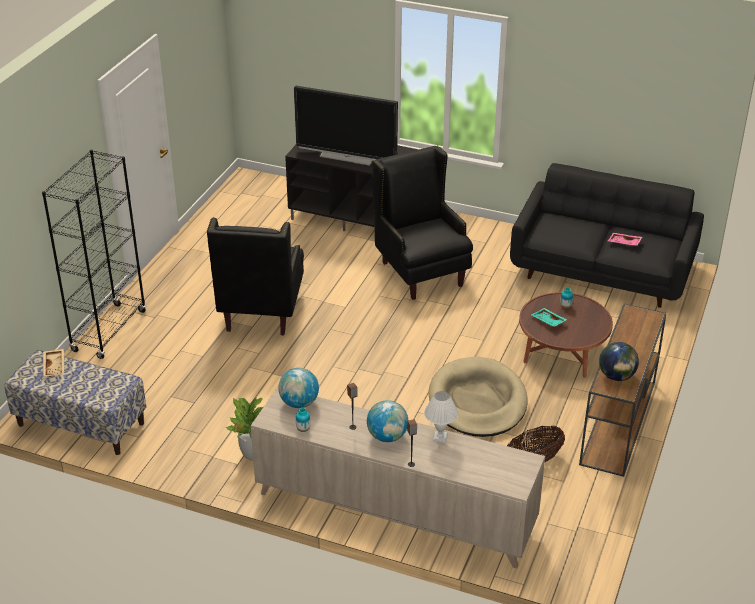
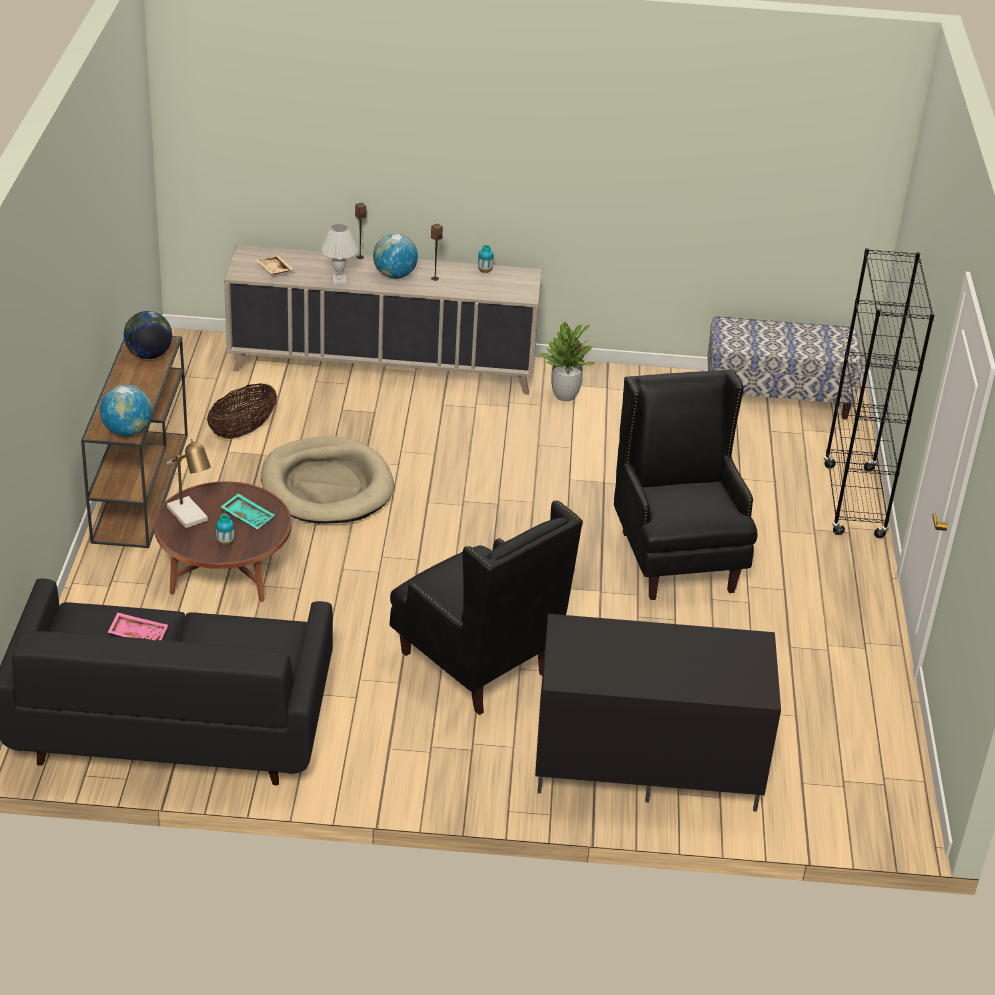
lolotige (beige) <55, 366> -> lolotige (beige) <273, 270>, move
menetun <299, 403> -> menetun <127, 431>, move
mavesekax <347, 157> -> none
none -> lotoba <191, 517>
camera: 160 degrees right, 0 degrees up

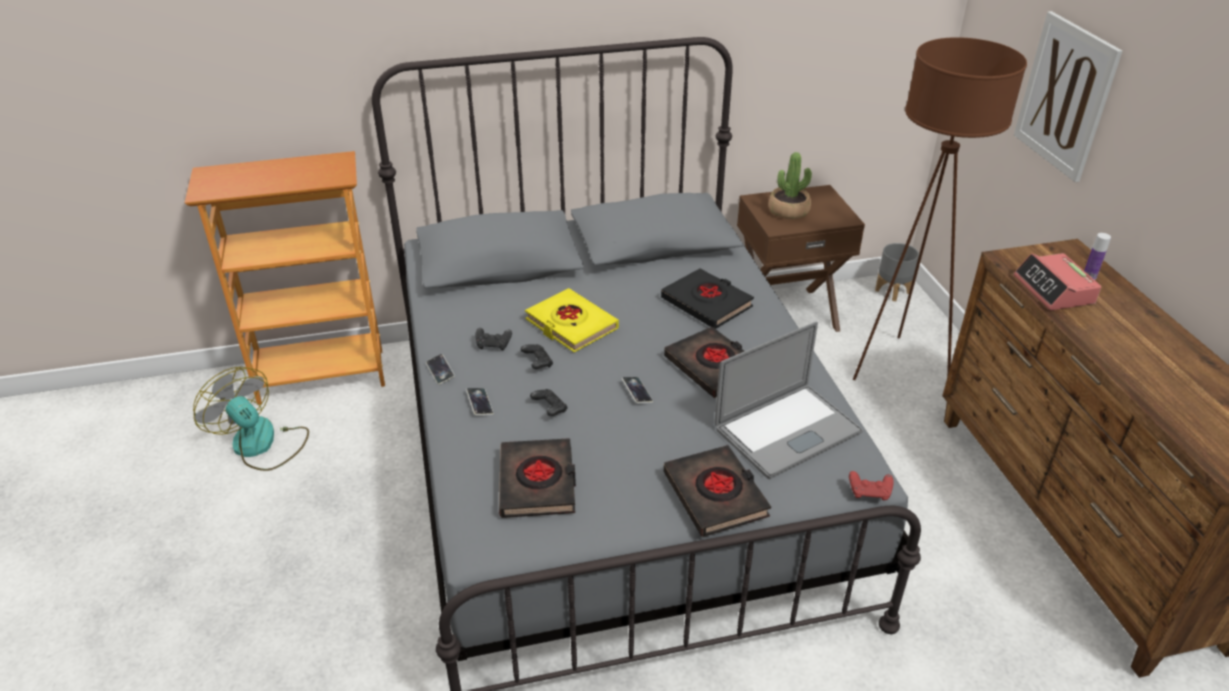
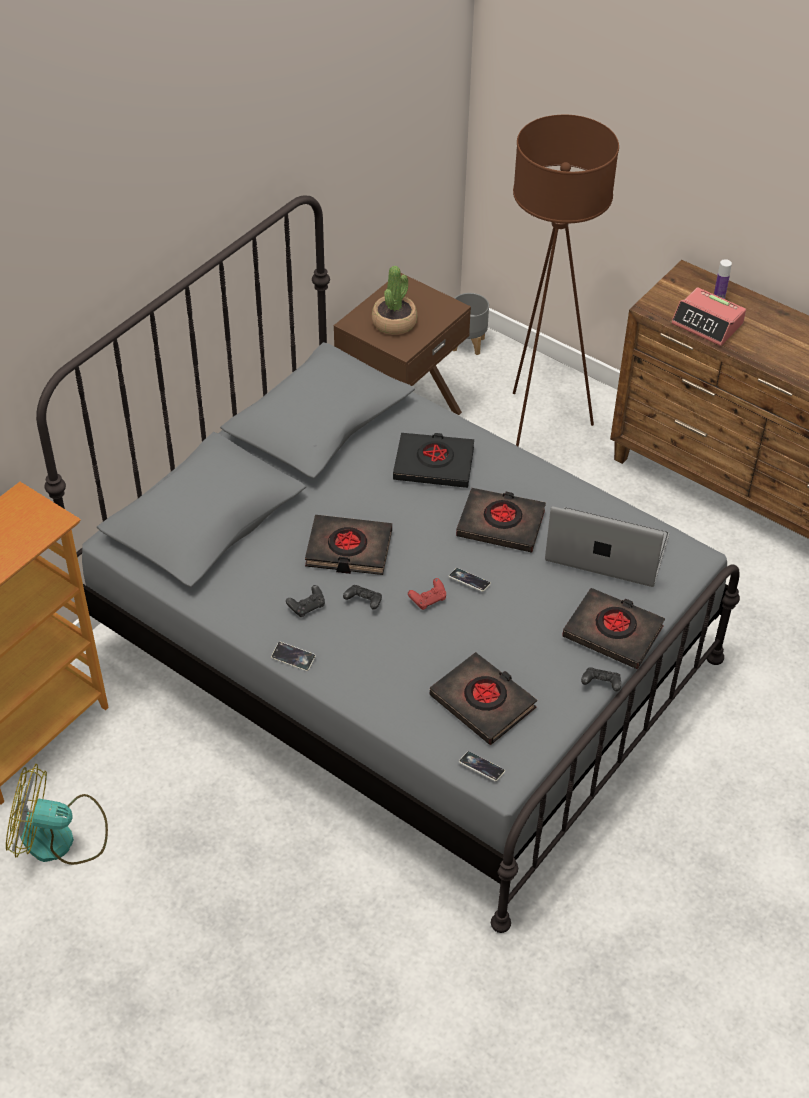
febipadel <480, 403> -> febipadel <481, 768>, move
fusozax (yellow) <571, 325> -> fusozax (black) <348, 550>
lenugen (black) <550, 409> -> lenugen (black) <601, 684>, move
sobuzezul <787, 430> -> sobuzezul <607, 549>, 90 degrees counterclockwise
lenugen (red) <869, 492> -> lenugen (red) <428, 600>, move
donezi <1065, 96> -> none
camera: 40 degrees left, 10 degrees up

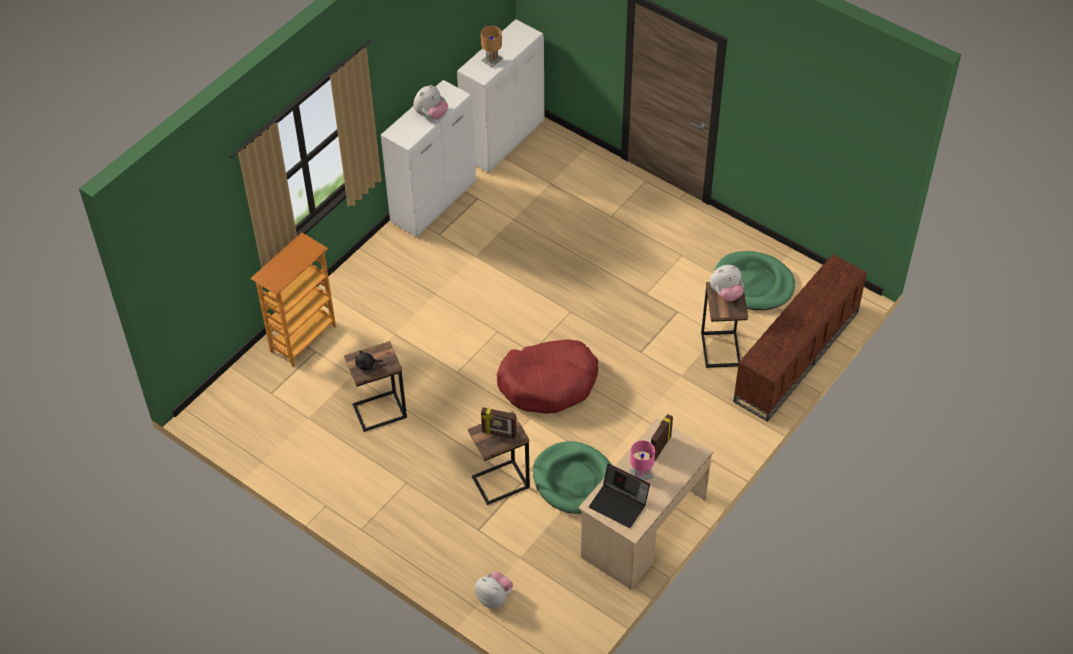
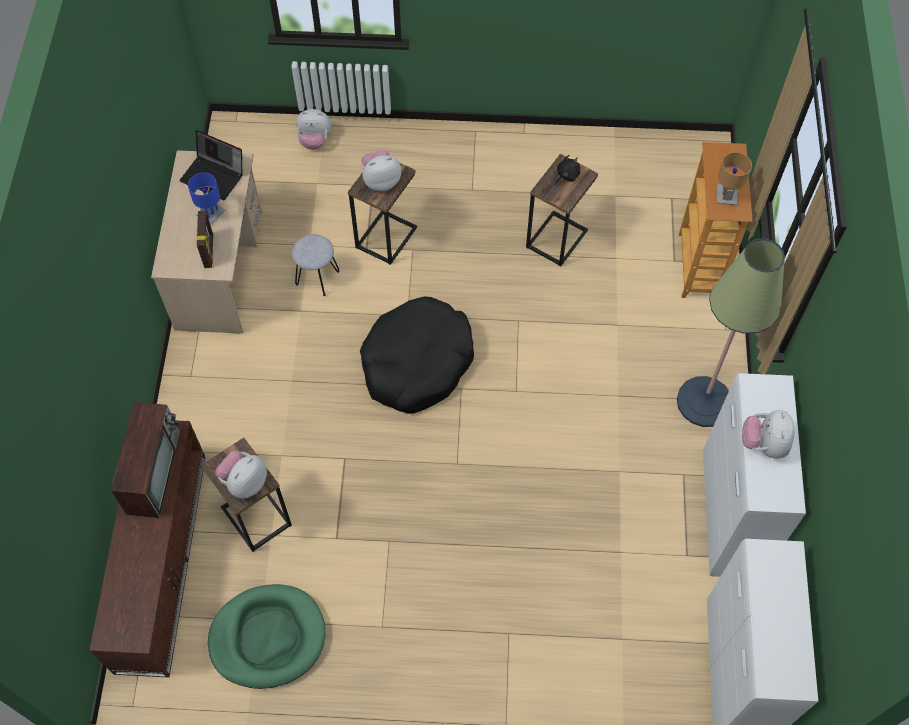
lotoba (brown) <492, 60> -> lotoba (brown) <726, 196>, move
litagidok <499, 433> -> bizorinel <381, 181>
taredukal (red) <548, 383> -> taredukal (black) <417, 363>
taredukal (green) <574, 480> -> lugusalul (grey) <318, 278>
sobuzezul <619, 504> -> sobuzezul <214, 176>, 150 degrees counterclockwise
lotoba (pink) <641, 474> -> lotoba (blue) <211, 214>
none -> mavesekax <153, 470>
none -> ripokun <704, 402>
camera: 145 degrees right, 10 degrees up

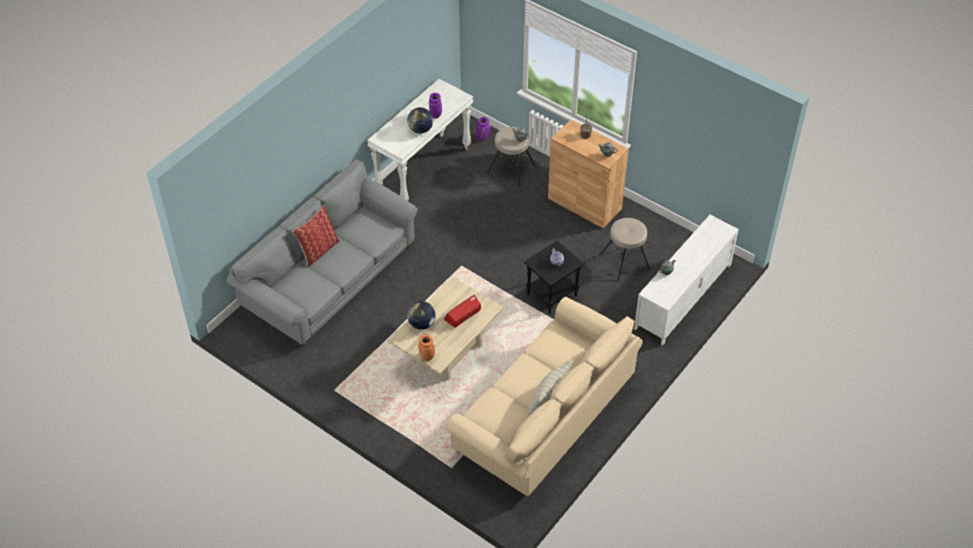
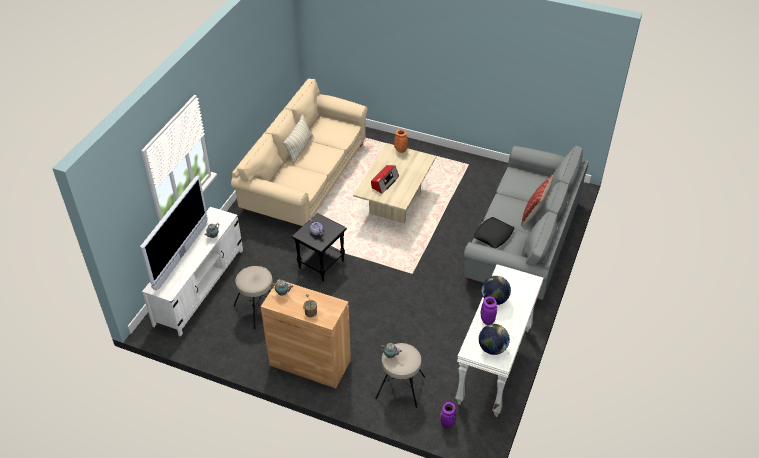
menetun <421, 324> -> menetun <492, 348>, move
none -> mavesekax <181, 256>
none -> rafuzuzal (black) <493, 235>
camera: 165 degrees right, 5 degrees down

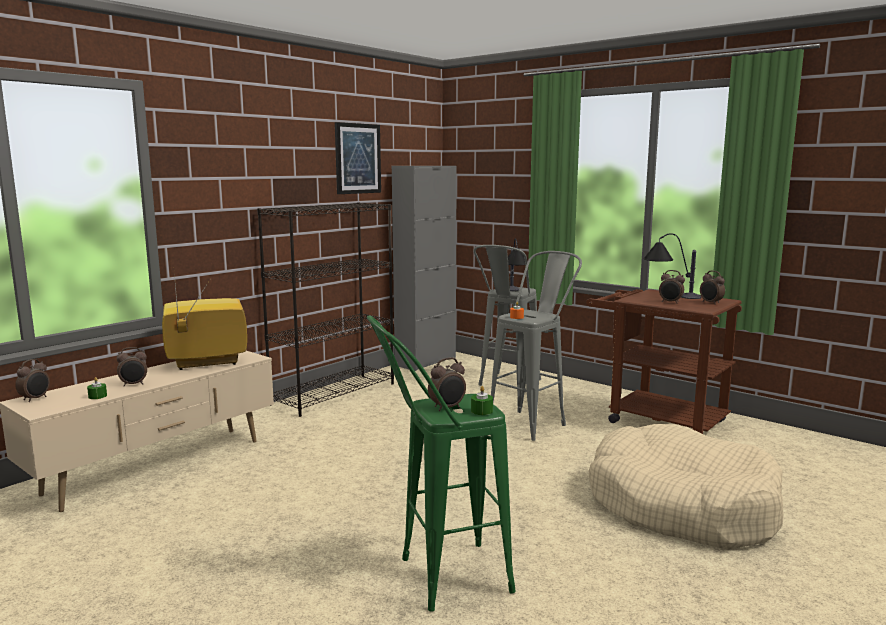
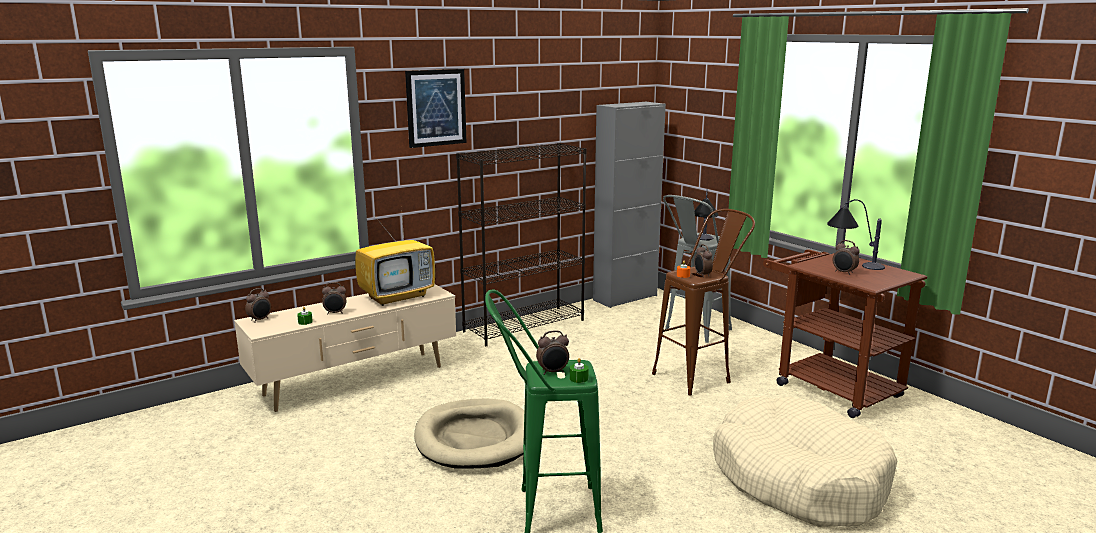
mavesekax <205, 363> -> mavesekax <398, 296>, 150 degrees clockwise
donezi <357, 158> -> donezi <436, 107>, move
lugusalul (grey) <533, 422> -> lugusalul (brown) <699, 376>
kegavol <710, 303> -> kegavol <702, 275>, move
none -> taredukal (beige) <475, 438>
camera: 15 degrees right, 5 degrees up

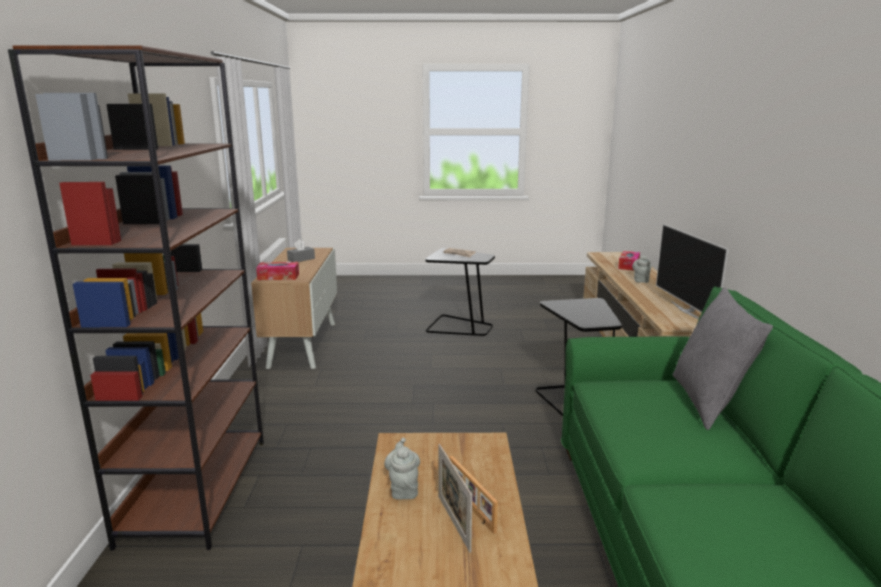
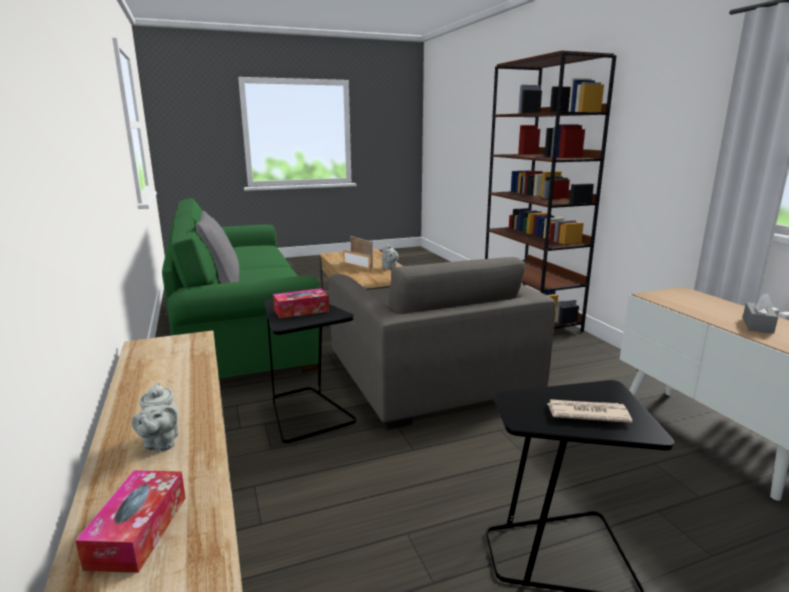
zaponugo <278, 277> -> zaponugo <301, 310>, move
mavesekax <687, 311> -> none
none -> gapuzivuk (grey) <428, 372>
camera: 160 degrees right, 0 degrees up

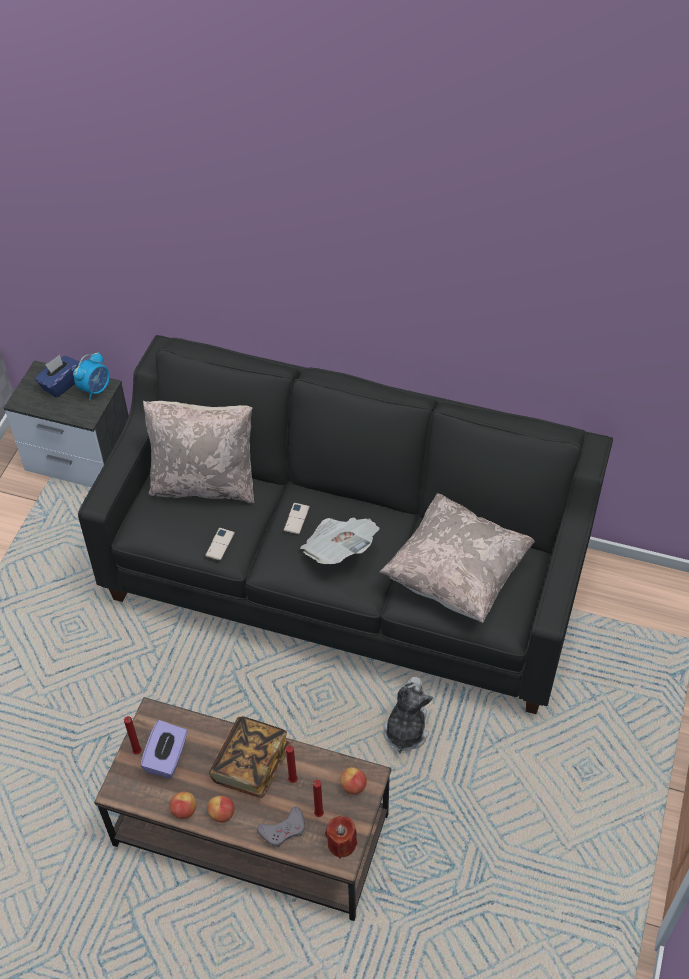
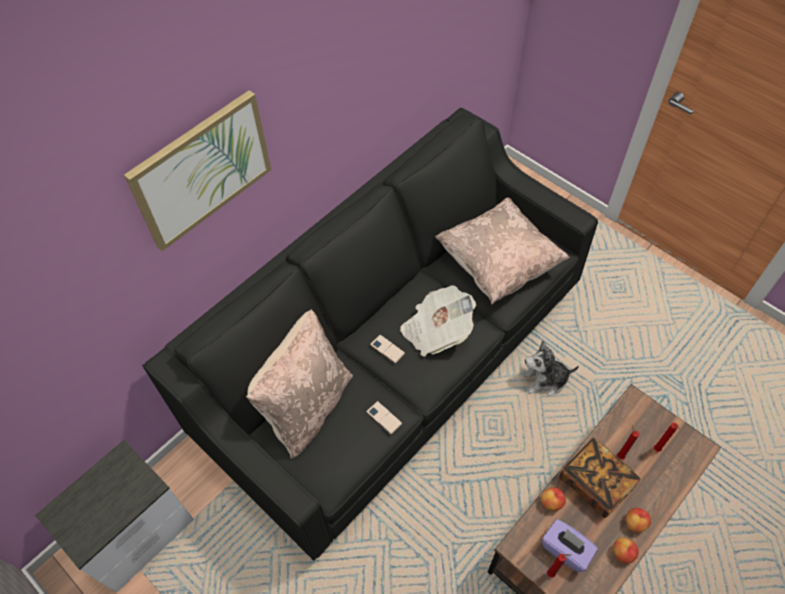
zaponugo (blue) <61, 384> -> none
kegavol <95, 389> -> none
lenugen (grey) <283, 829> -> none
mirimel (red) <341, 843> -> none
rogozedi <353, 786> -> rogozedi <551, 502>, move
bizorinel <405, 729> -> bizorinel <545, 380>, 45 degrees counterclockwise
none -> donezi <202, 170>
camera: 65 degrees left, 5 degrees up

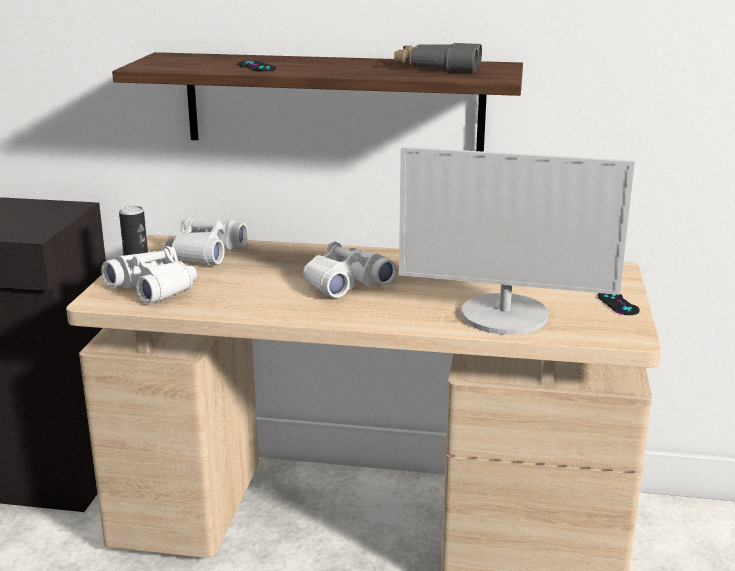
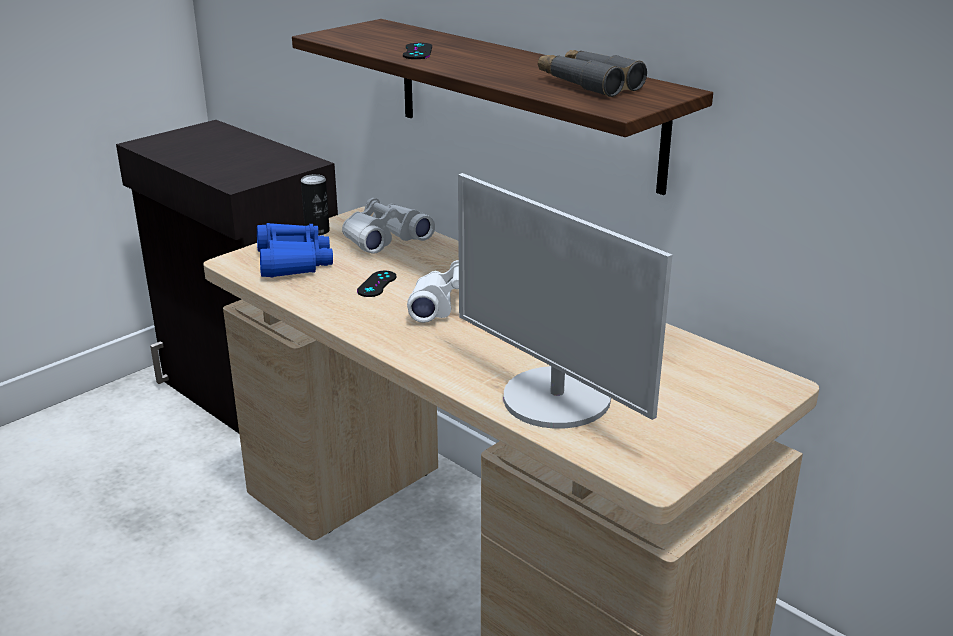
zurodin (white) <154, 287> -> zurodin (blue) <293, 262>
lenugen (black) <618, 303> -> lenugen (black) <377, 284>, move
camera: 35 degrees right, 5 degrees up

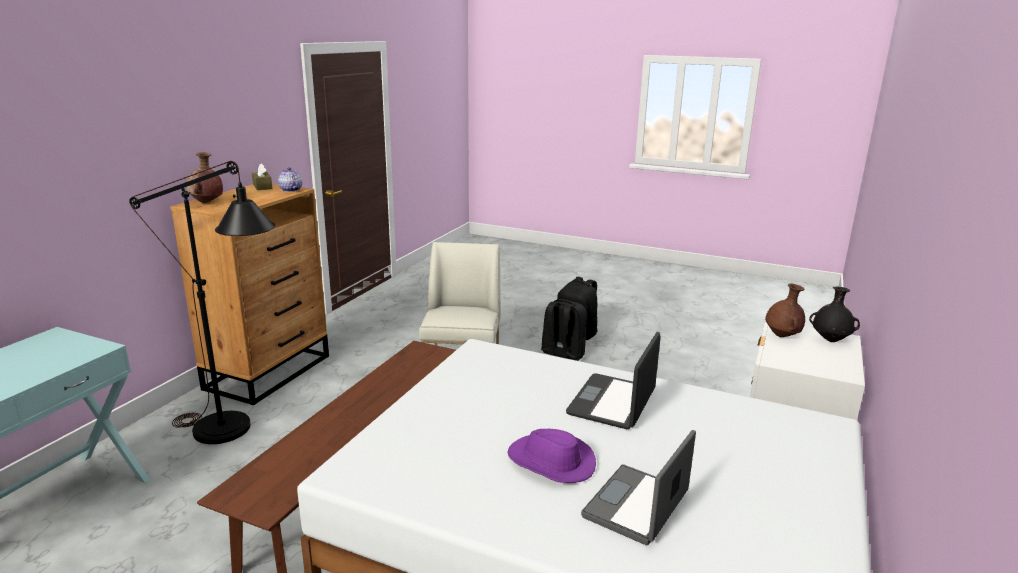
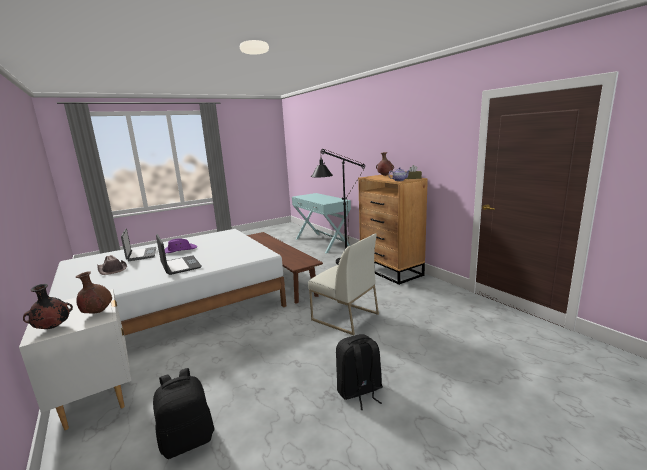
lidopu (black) <562, 355> -> lidopu (black) <188, 440>, move
none -> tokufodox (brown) <112, 269>
camera: 125 degrees right, 5 degrees down

